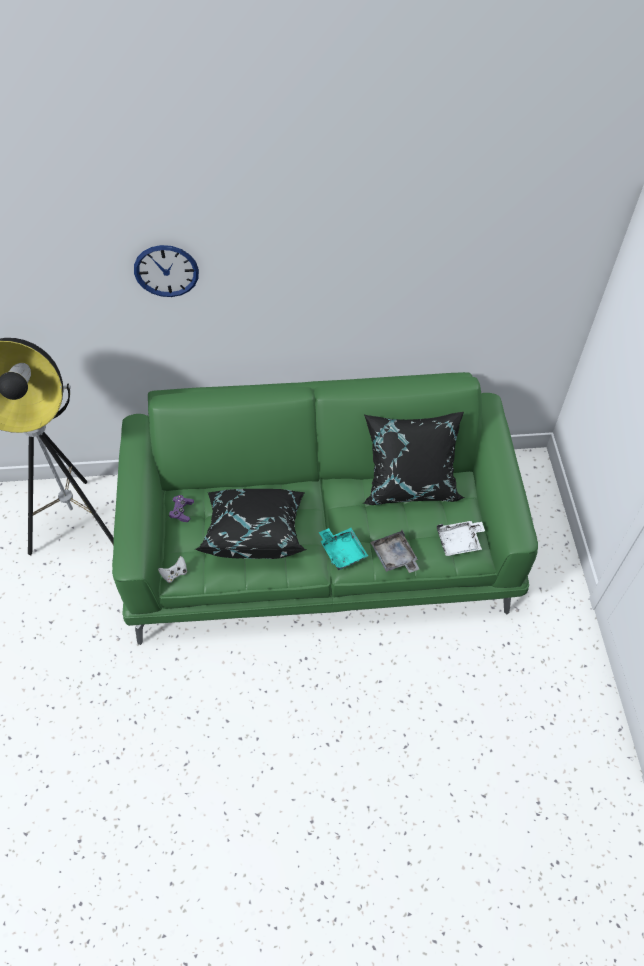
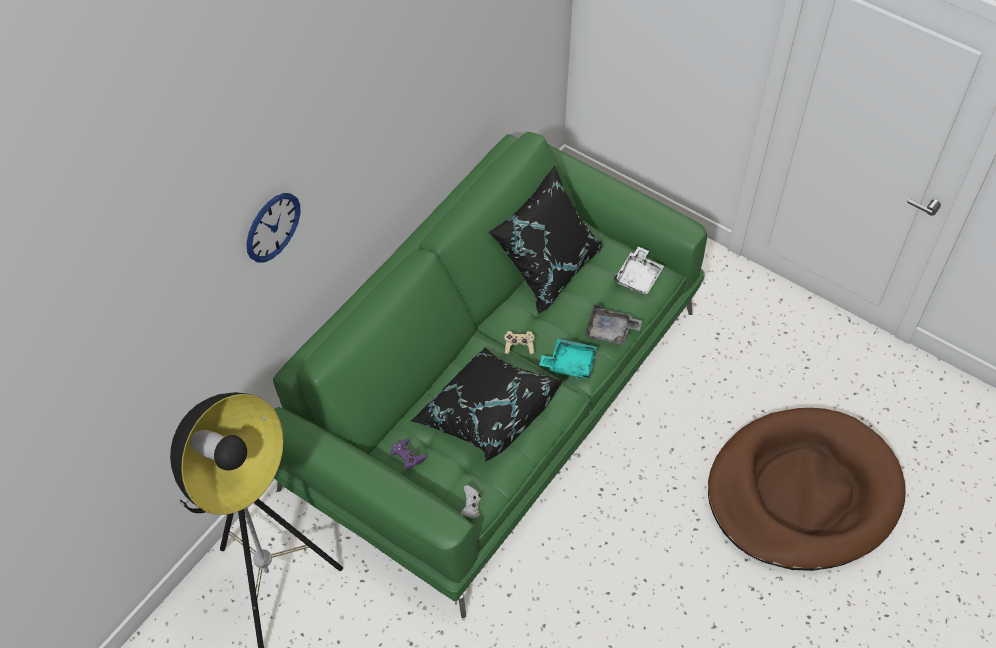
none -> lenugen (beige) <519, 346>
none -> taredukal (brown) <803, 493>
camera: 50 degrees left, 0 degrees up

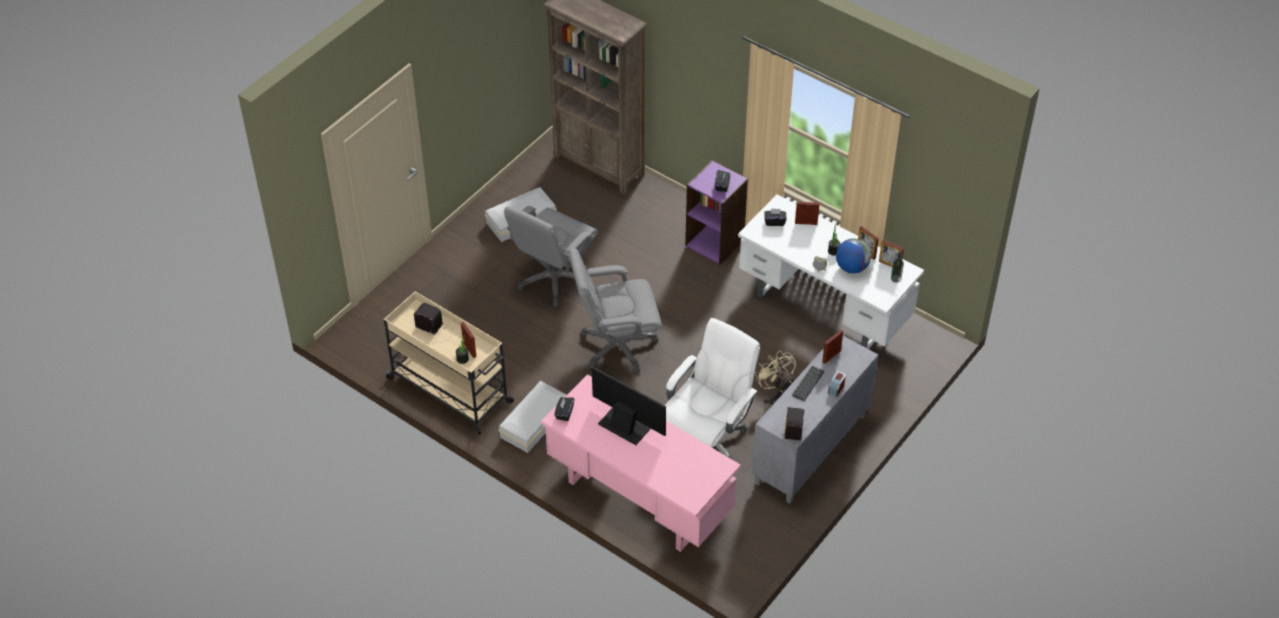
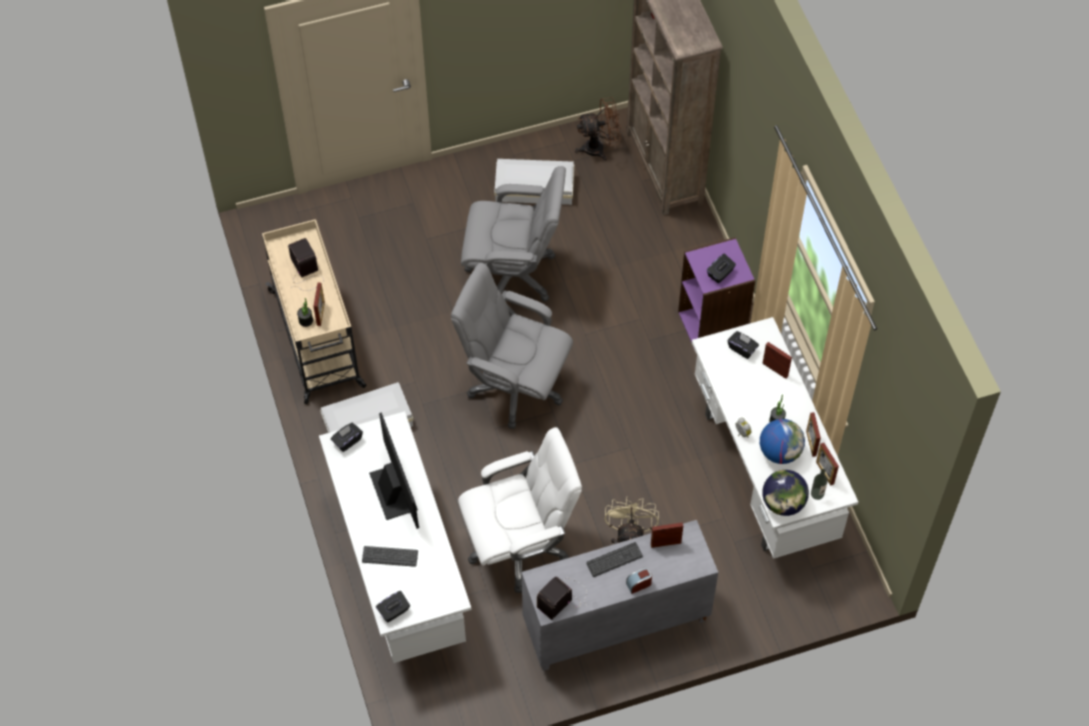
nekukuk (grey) <554, 279> -> nekukuk (grey) <513, 274>, 150 degrees counterclockwise
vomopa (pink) <638, 499> -> vomopa (white) <399, 570>
none -> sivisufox <390, 556>
none -> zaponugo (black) <394, 611>
none -> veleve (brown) <599, 148>
none -> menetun <783, 503>
camera: 35 degrees right, 10 degrees up

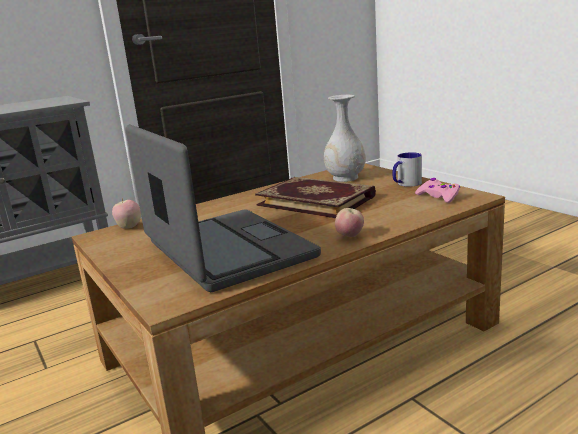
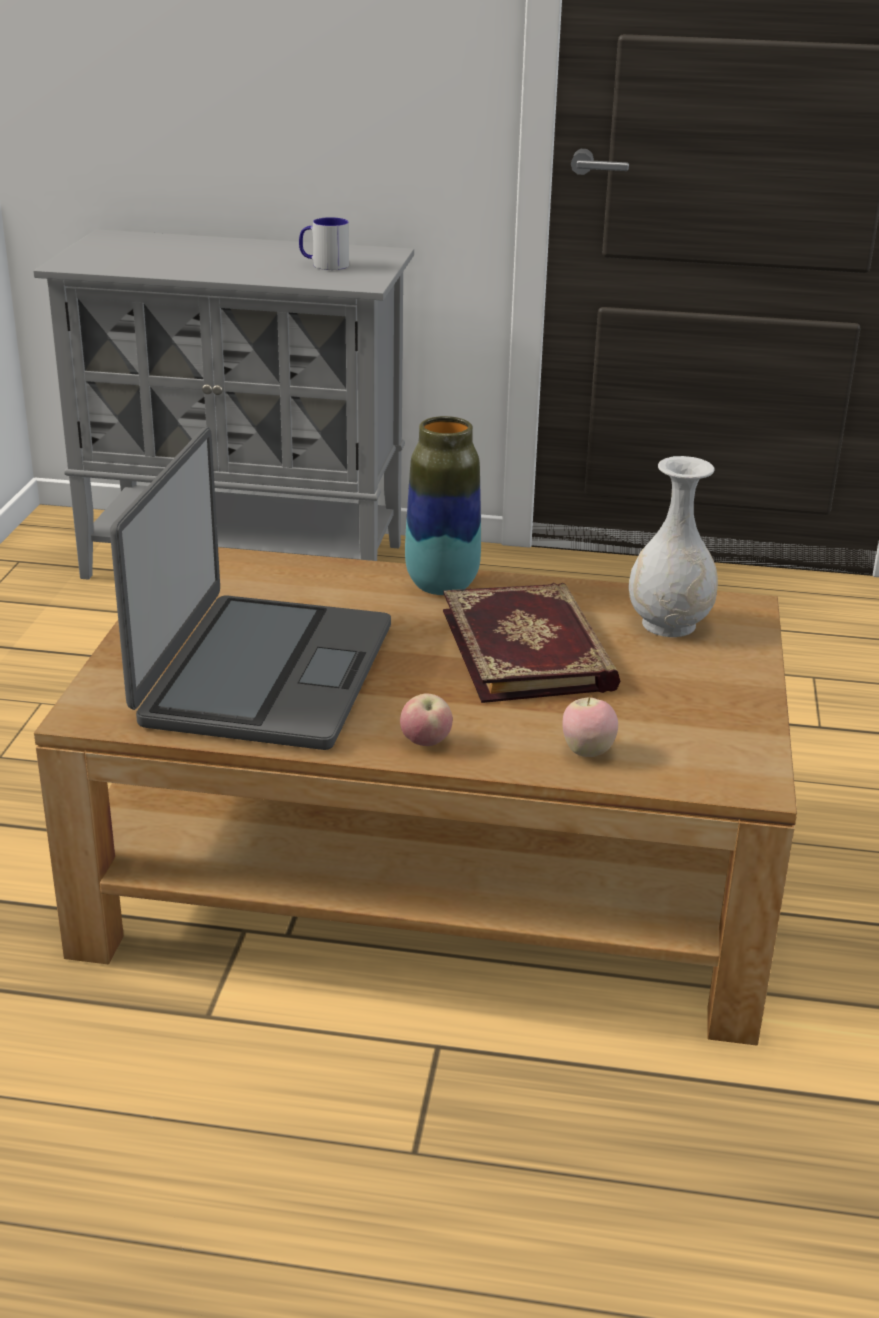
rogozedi <129, 227> -> rogozedi <587, 752>, move
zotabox <406, 184> -> zotabox <324, 265>, move
lenugen (pink) <438, 196> -> none
none -> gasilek <442, 585>
camera: 40 degrees right, 10 degrees up

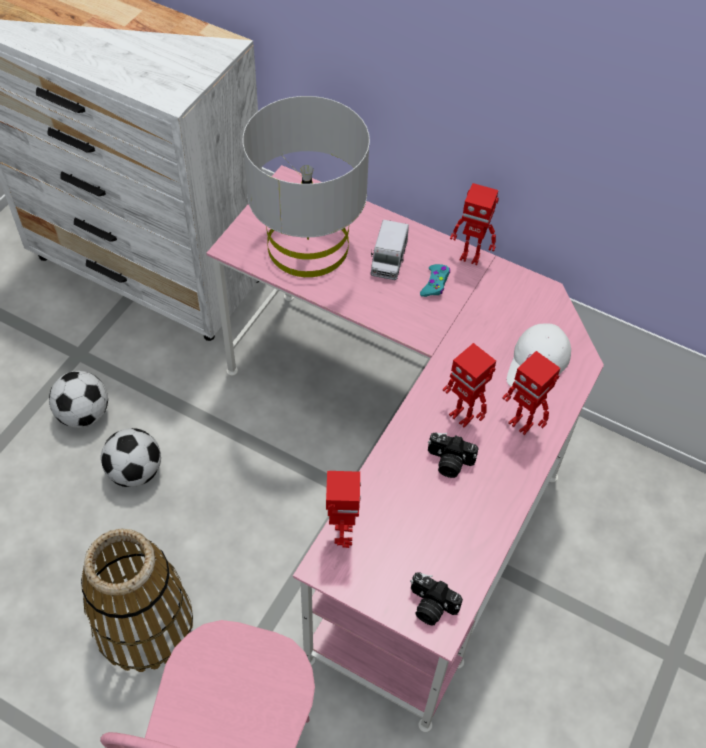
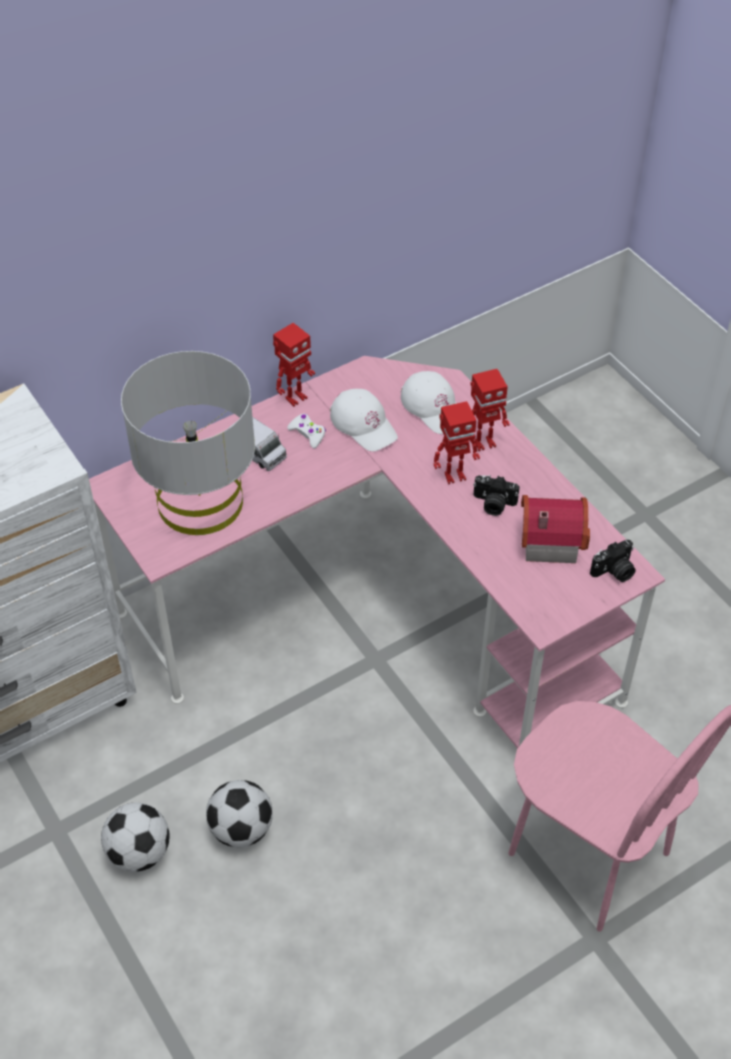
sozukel <144, 624> -> none
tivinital <342, 535> -> none
lenugen (turquoise) <435, 284> -> lenugen (white) <308, 433>
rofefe <449, 462> -> rofefe <493, 504>, 60 degrees clockwise
none -> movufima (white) <364, 424>
none -> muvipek <548, 539>
camera: 60 degrees left, 5 degrees down

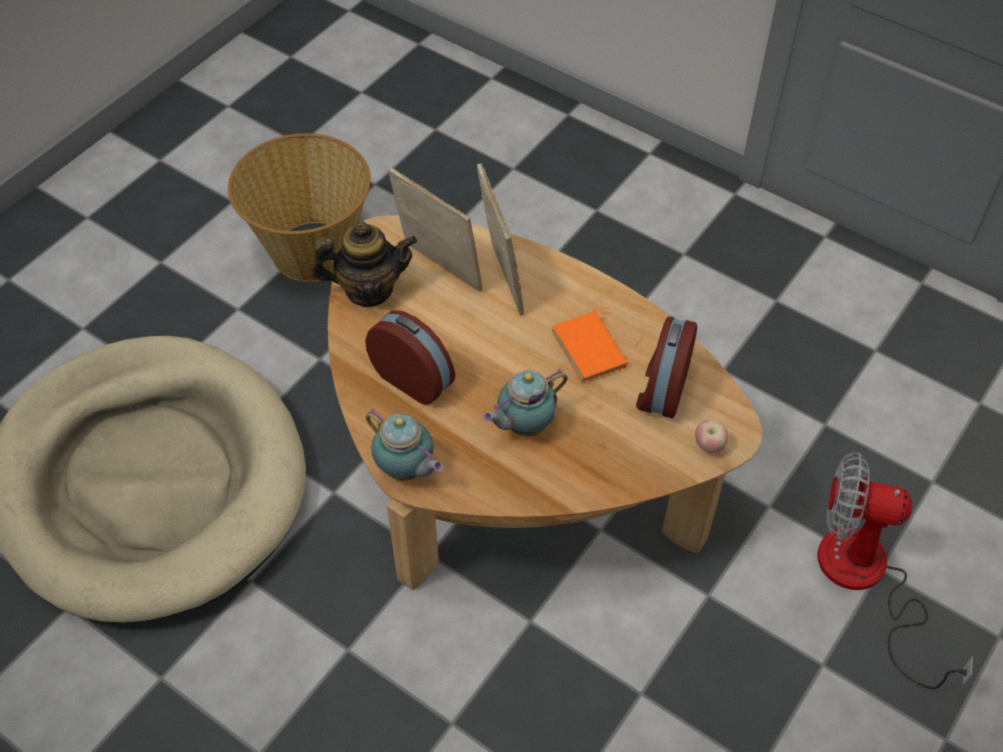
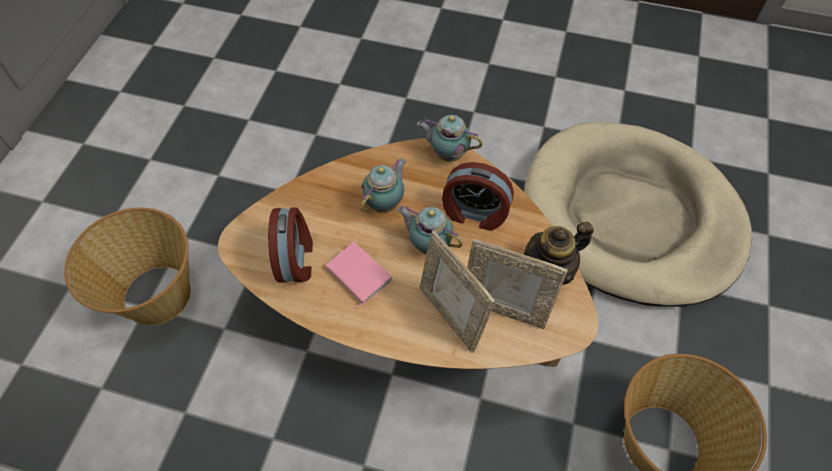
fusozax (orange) <591, 349> -> fusozax (pink) <357, 276>
rogozedi <709, 446> -> none
veleve <866, 582> -> sozukel <155, 295>
none -> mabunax <428, 244>
camera: 160 degrees right, 5 degrees up

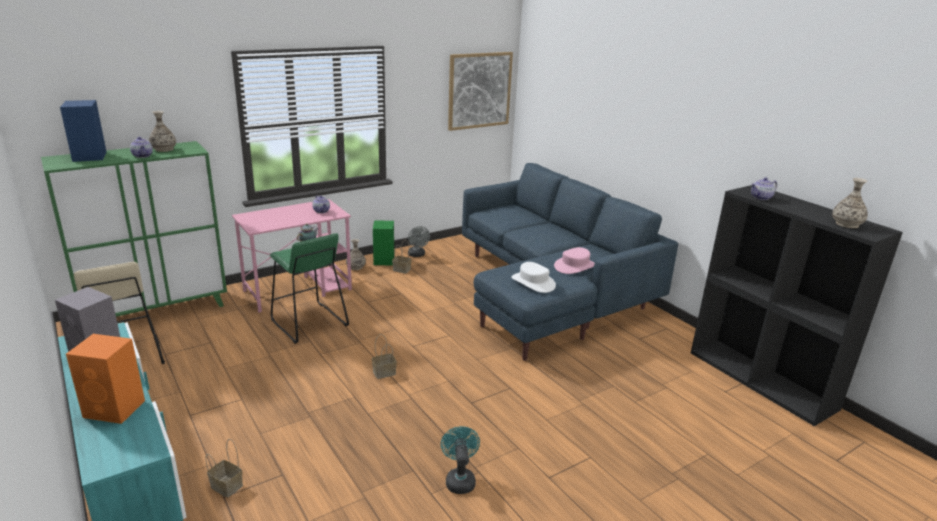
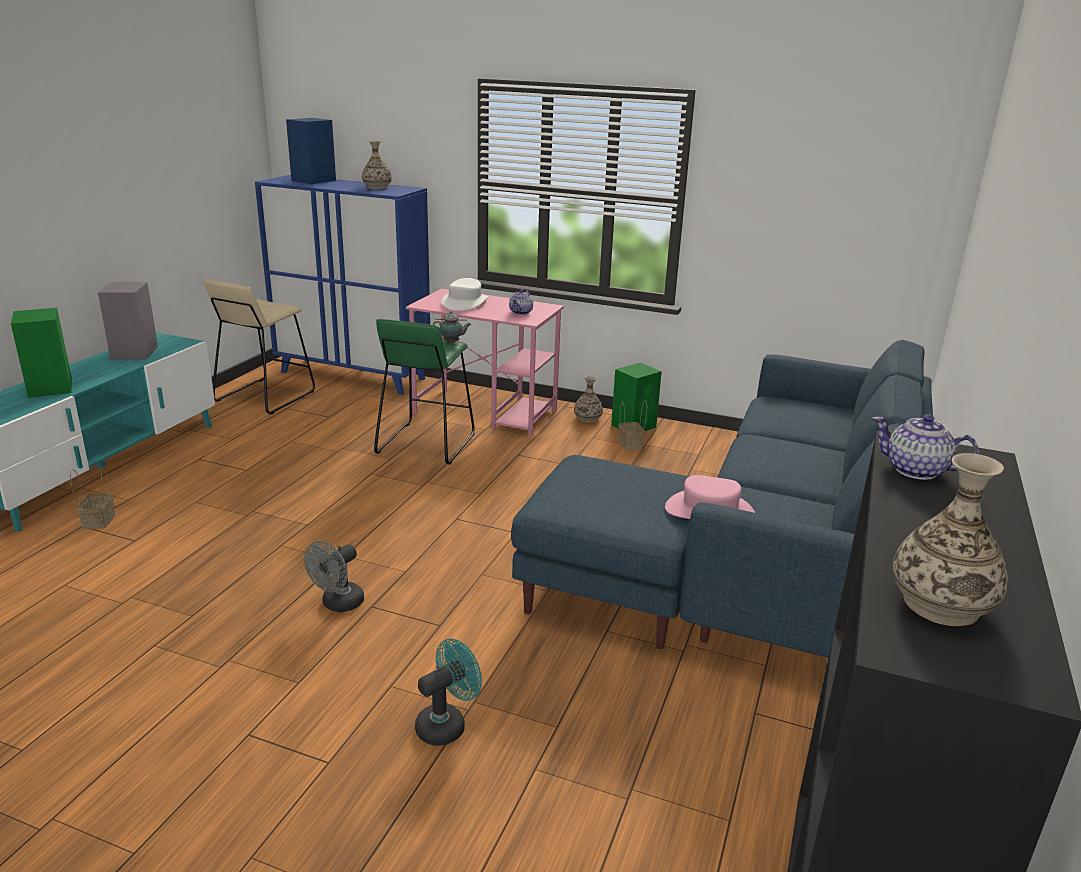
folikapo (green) <157, 312> -> folikapo (blue) <353, 375>
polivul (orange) <115, 409> -> polivul (green) <50, 388>
mabunax <143, 155> -> none
sozukel <383, 373> -> none
veleve (grey) <417, 255> -> veleve (grey) <338, 604>, move
veleve (turquoise) <459, 479> -> veleve (turquoise) <447, 724>, move
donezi <479, 90> -> none
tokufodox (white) <533, 282> -> tokufodox (white) <465, 302>, move
camera: 55 degrees right, 0 degrees up

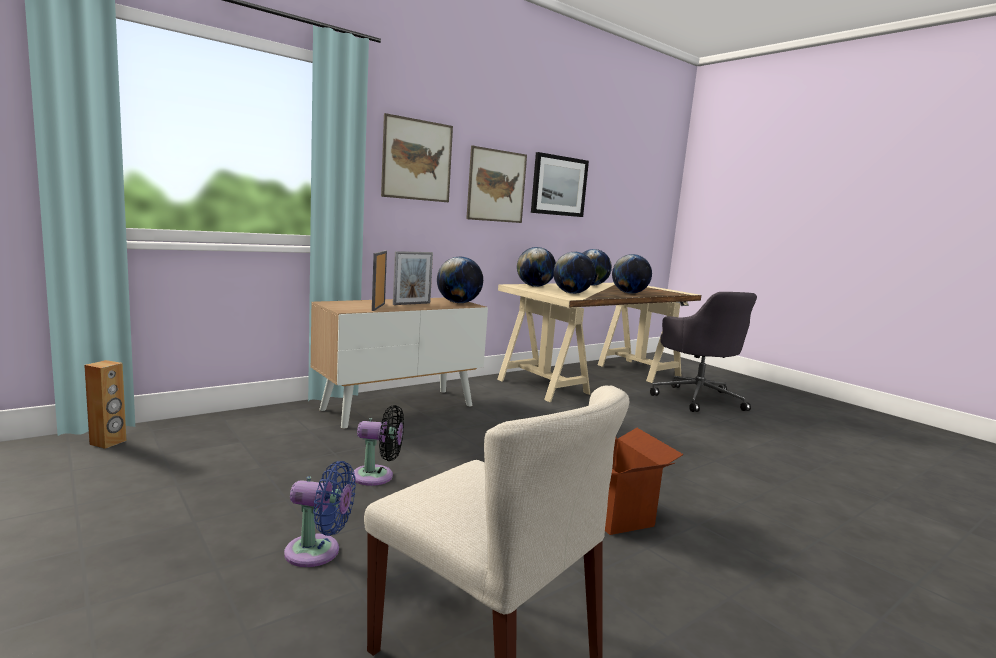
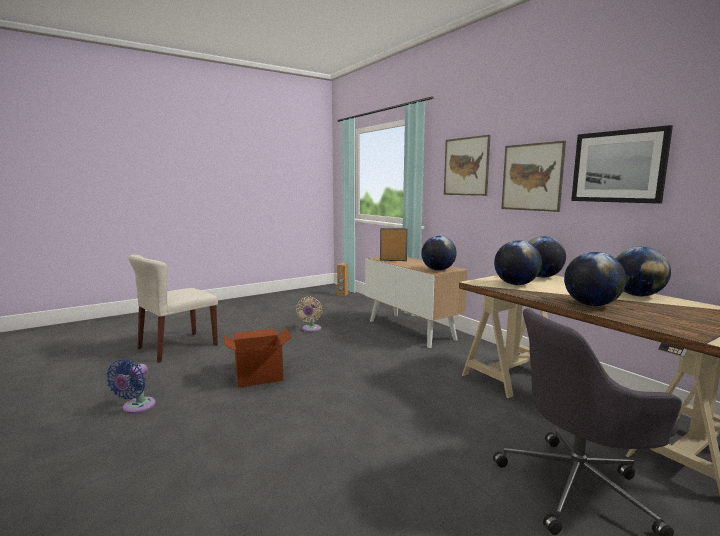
veleve (blue) <318, 552> -> veleve (blue) <136, 407>, move
veleve (black) <377, 476> -> veleve (beige) <311, 329>
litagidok <411, 304> -> none
camera: 95 degrees right, 0 degrees up

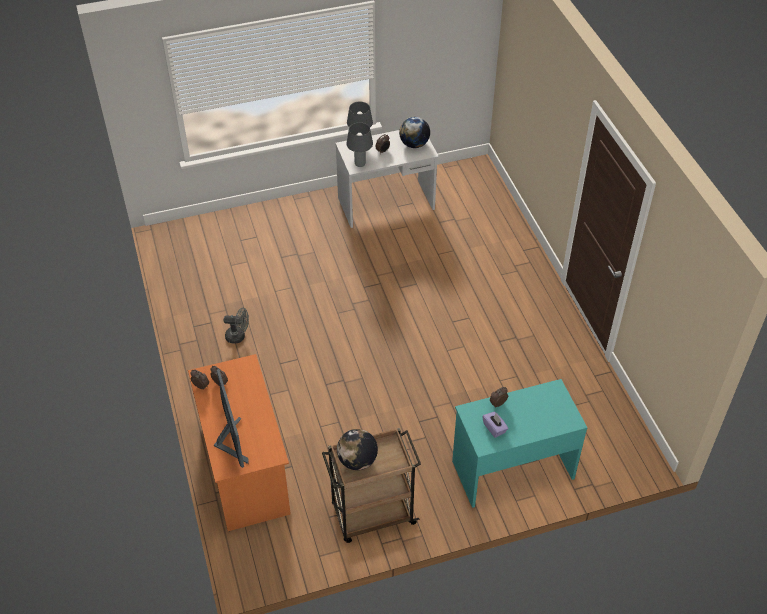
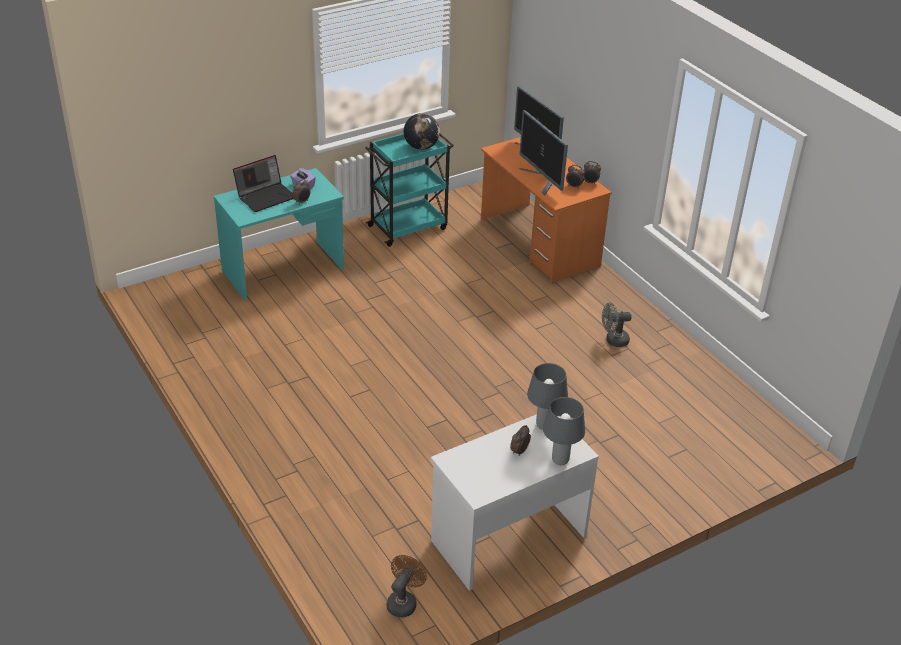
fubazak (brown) <372, 515> -> fubazak (turquoise) <409, 227>
menetun <414, 144> -> none
none -> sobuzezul <266, 196>
none -> veleve (brown) <403, 602>
none -> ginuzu <542, 180>
camera: 165 degrees right, 10 degrees down

